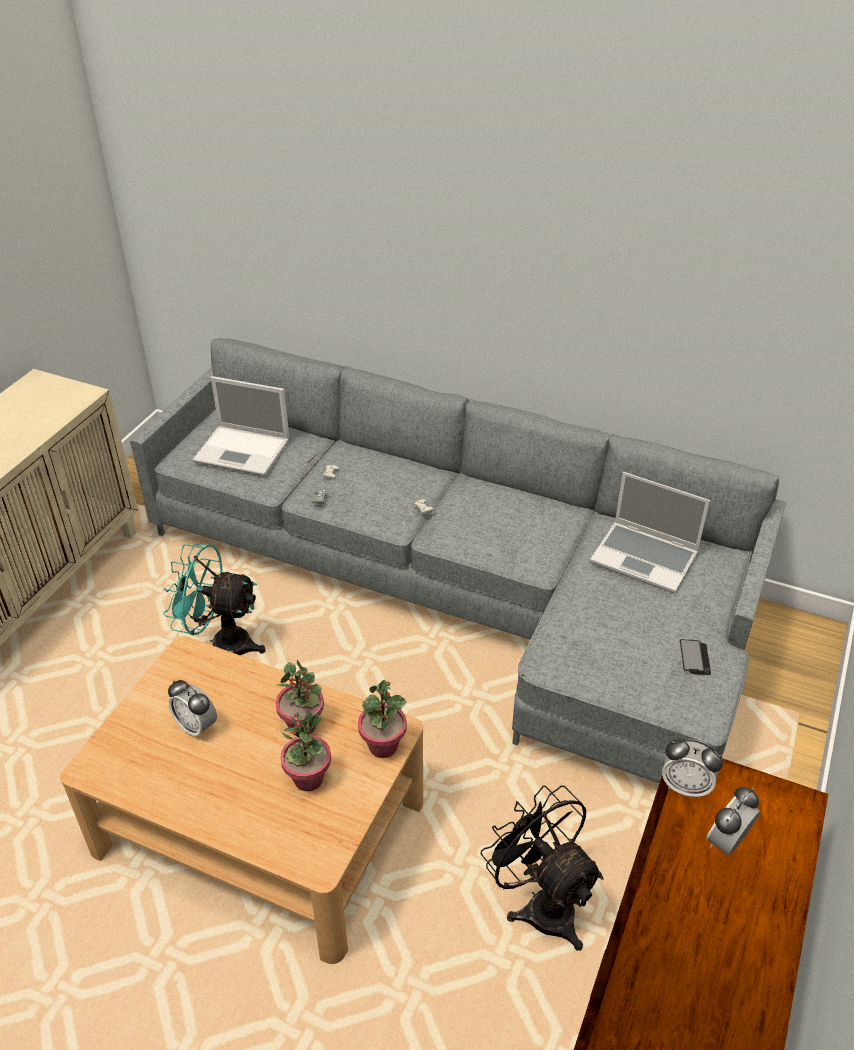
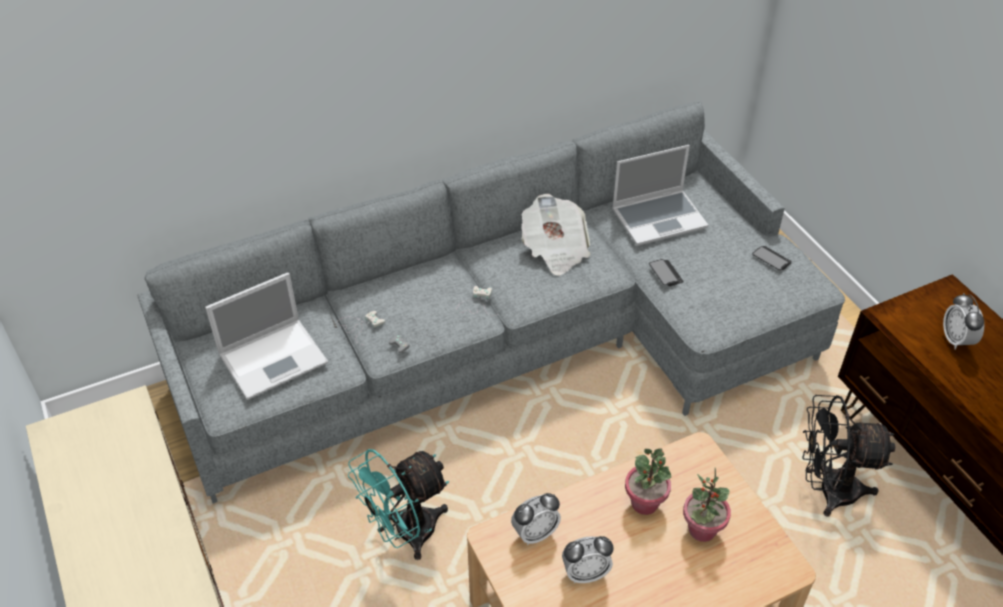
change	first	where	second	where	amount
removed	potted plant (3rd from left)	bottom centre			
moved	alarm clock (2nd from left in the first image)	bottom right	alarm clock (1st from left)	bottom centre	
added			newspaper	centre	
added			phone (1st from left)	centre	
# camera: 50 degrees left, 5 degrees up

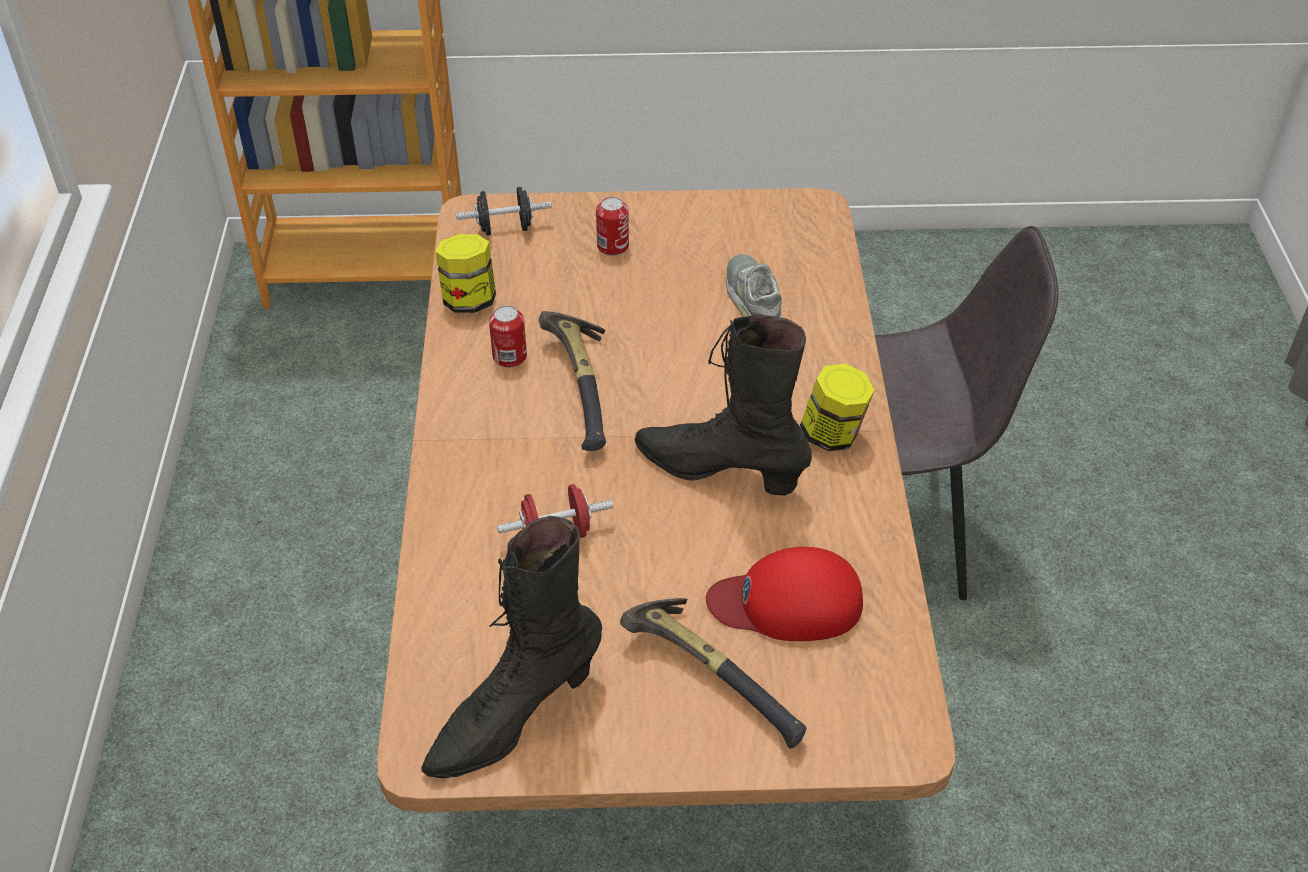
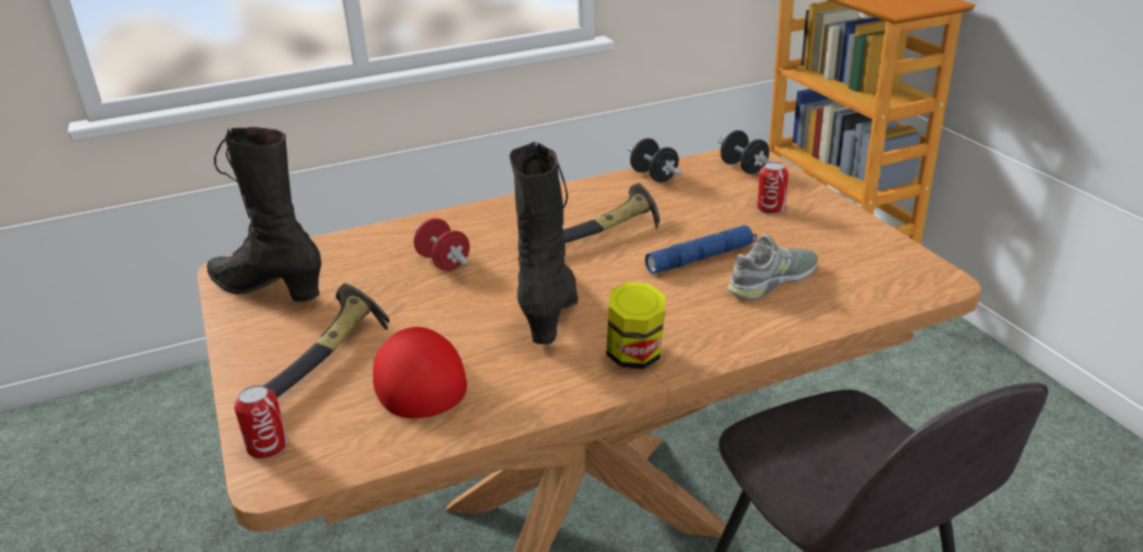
change	first	where	second	where	amount
replaced	jar (1st from left)	top centre	dumbbell (black) (1st from left)	top centre	
moved	can (1st from left)	centre		bottom left	
added			flashlight (blue)	centre	
# camera: 70 degrees right, 15 degrees down

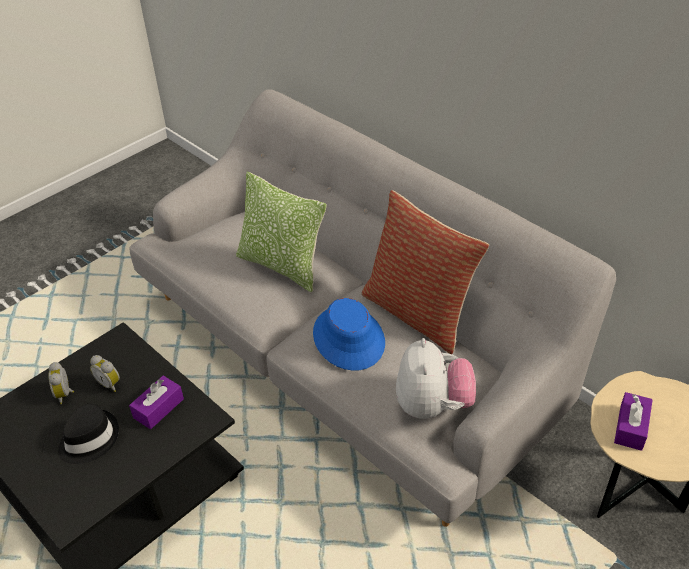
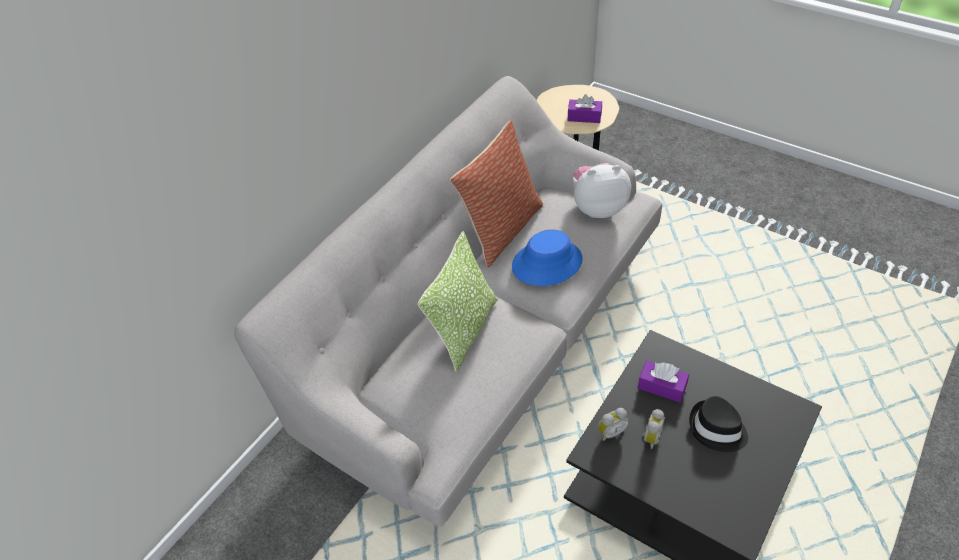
change	first	where	second	where	amount
moved	alarm clock (1st from left)	bottom left		bottom centre	
# camera: 100 degrees left, 5 degrees up

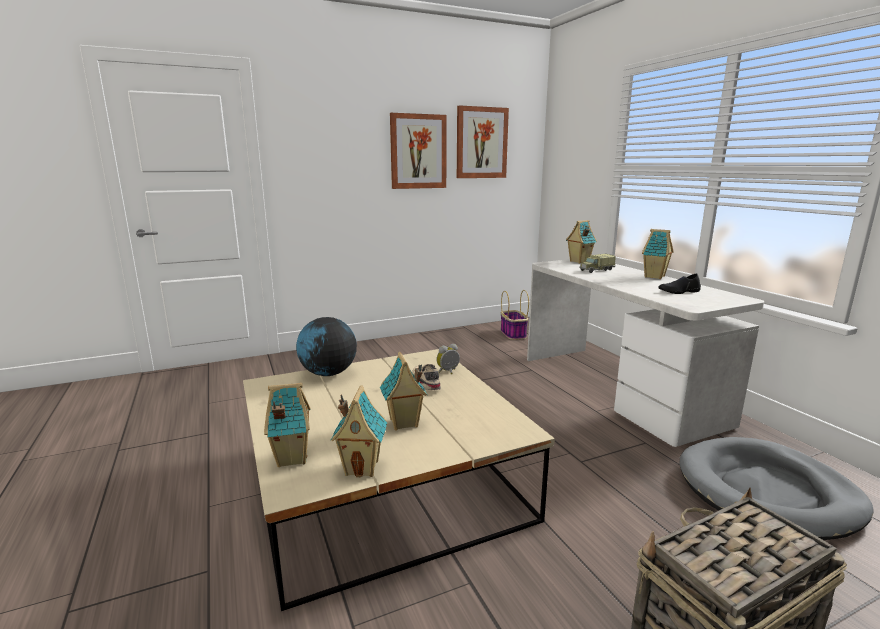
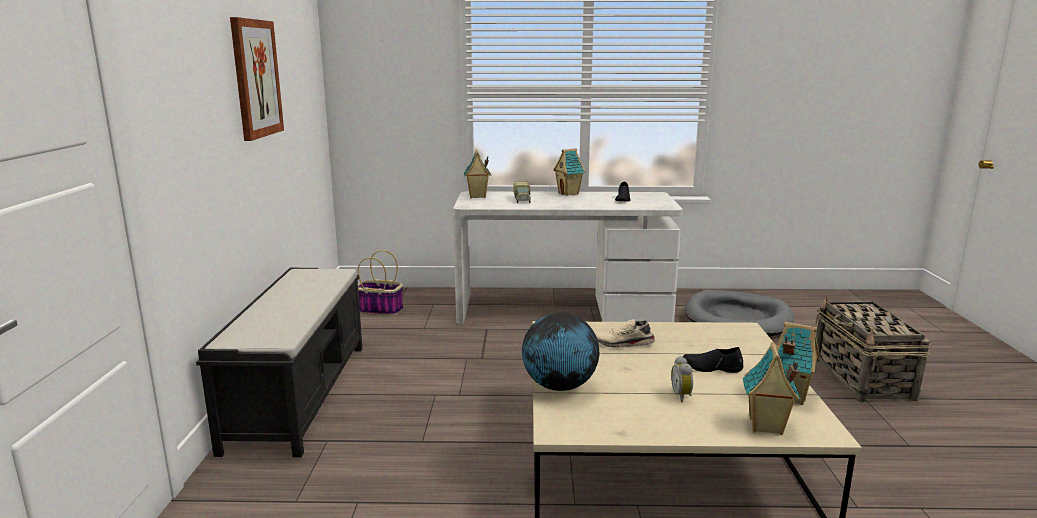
change	first	where	second	where	amount
removed	picture (2nd from left)	top centre			
moved	alarm clock	centre		bottom centre	
replaced	toy house (3rd from left)	centre	shoe (black) (2nd from left)	bottom right	
added			bench (black)	bottom left	
# camera: 65 degrees left, 0 degrees up

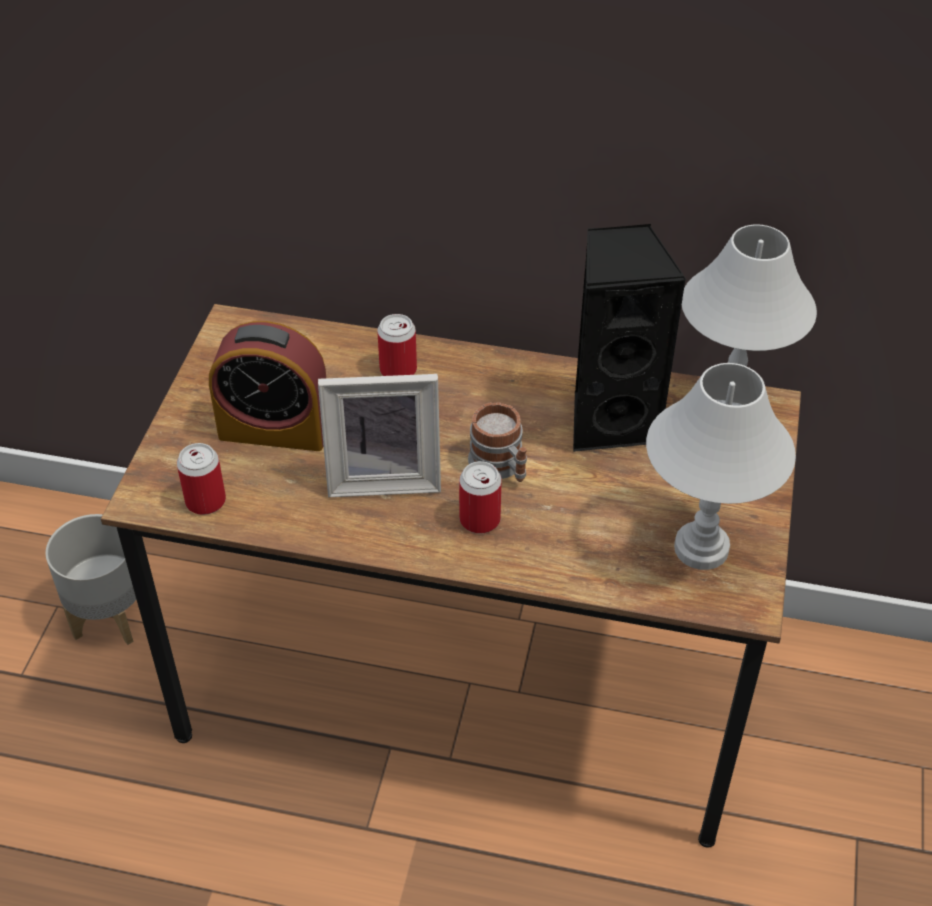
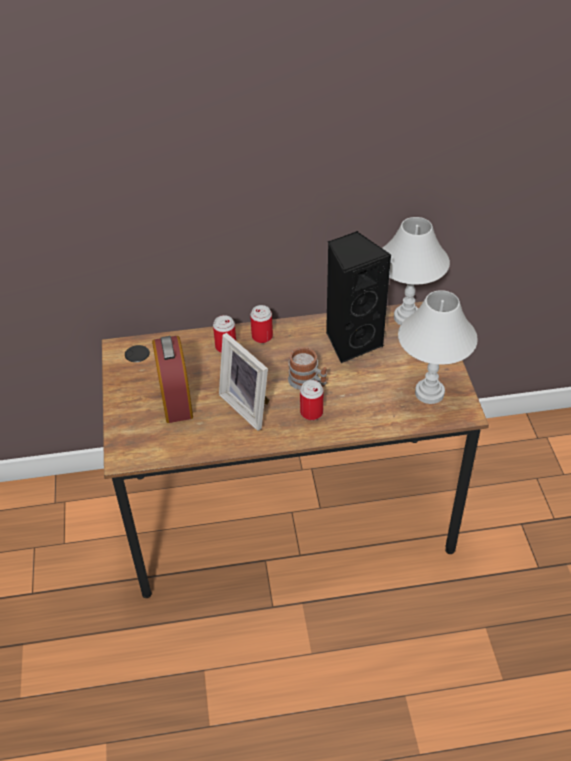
change	first	where	second	where	amount
turned	alarm clock	middle left		middle left	90 degrees clockwise
turned	picture frame	centre		centre	75 degrees clockwise
moved	can (1st from left in the first image)	middle left	can (2nd from left)	centre	
removed	planter (grey)	middle left			
# camera: 20 degrees left, 0 degrees up

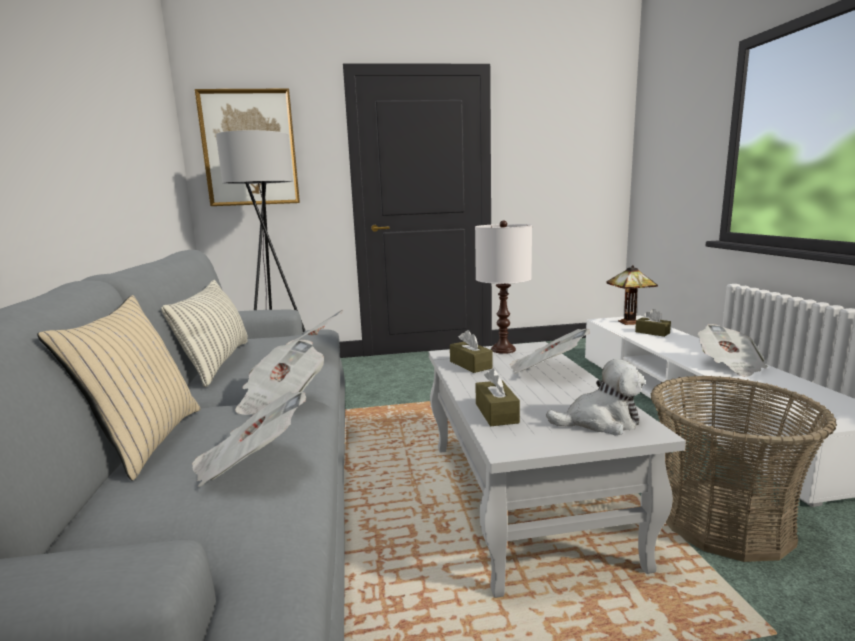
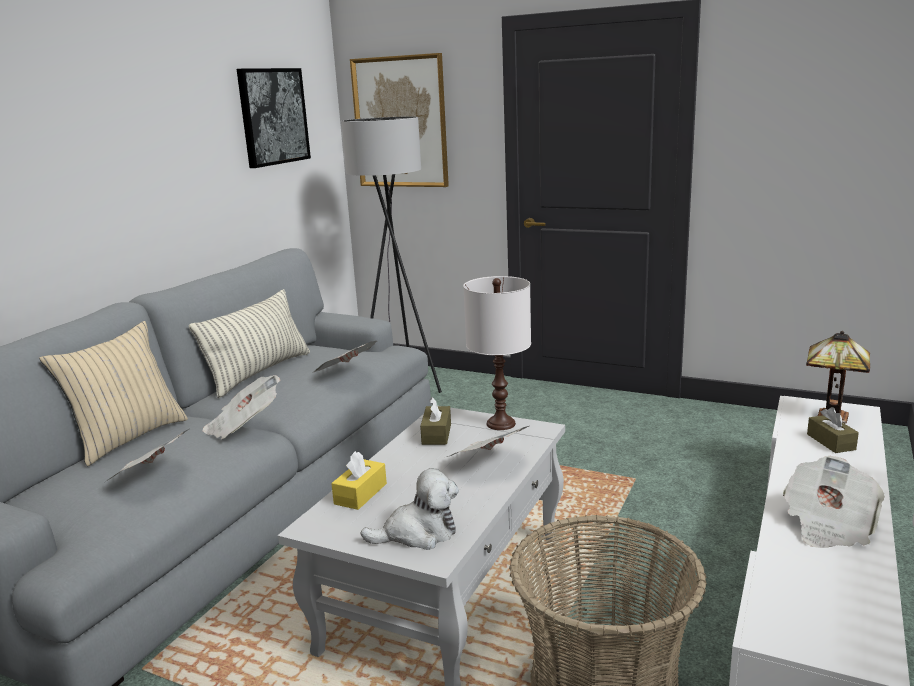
change	first	where	second	where	amount
turned	plush toy	middle right		bottom centre	45 degrees counterclockwise
recoloured	tissue box (brown) (2nd from left)	centre	tissue box (yellow)	bottom centre	
added			picture (1st from left)	top left	
# camera: 35 degrees right, 5 degrees up

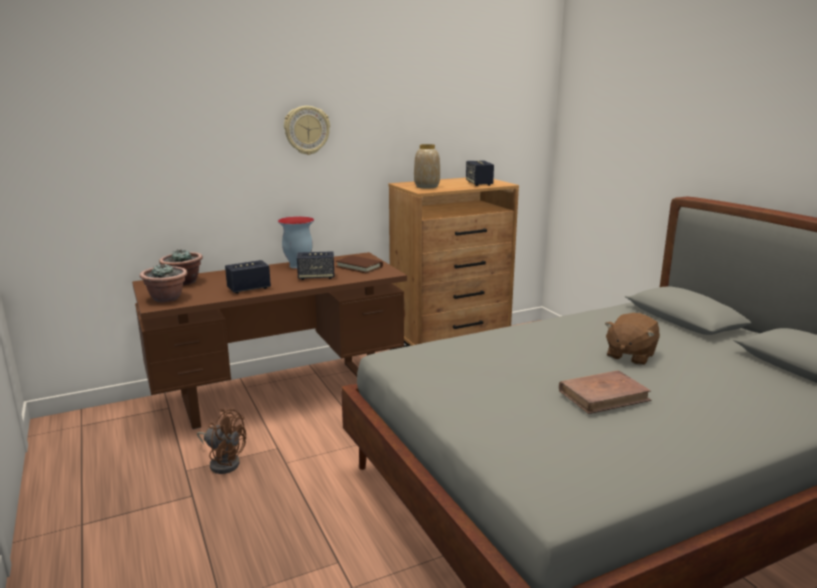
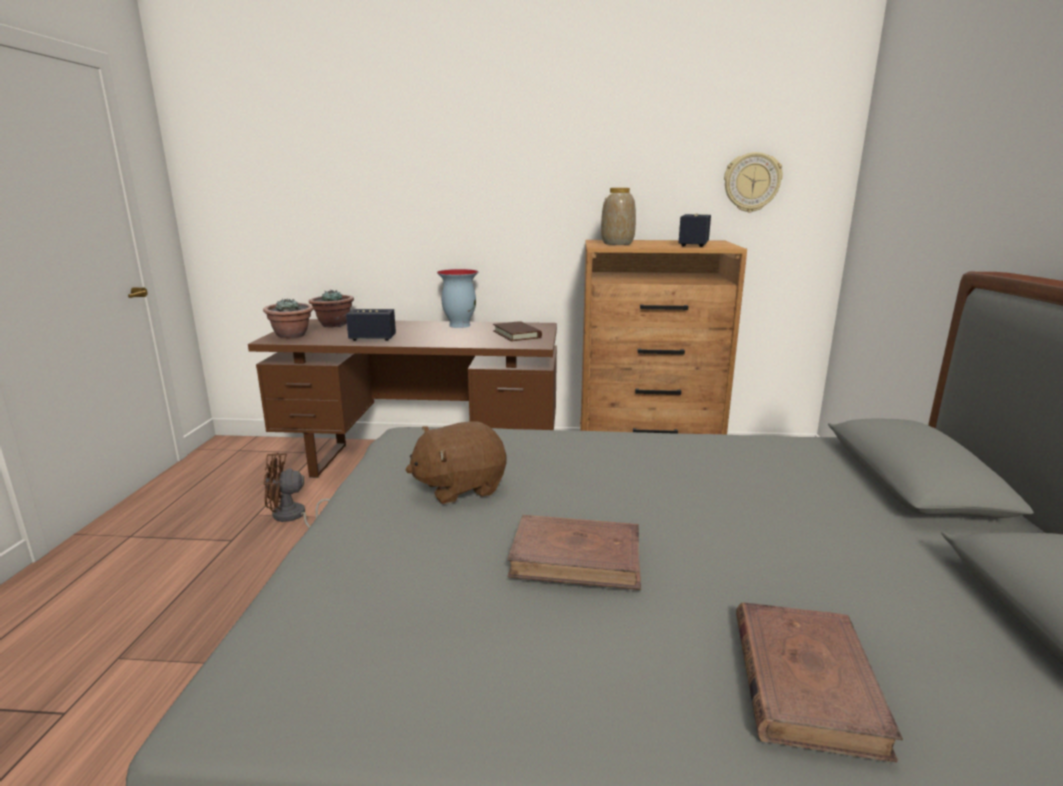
change	first	where	second	where	amount
moved	wall clock	top centre		top right	
removed	speaker (2nd from left)	centre			
moved	plush toy (brown)	middle right		centre	
turned	fan (brown)	bottom left		middle left	120 degrees clockwise
added			book (brown) (3rd from left)	bottom right	
# camera: 30 degrees right, 0 degrees up

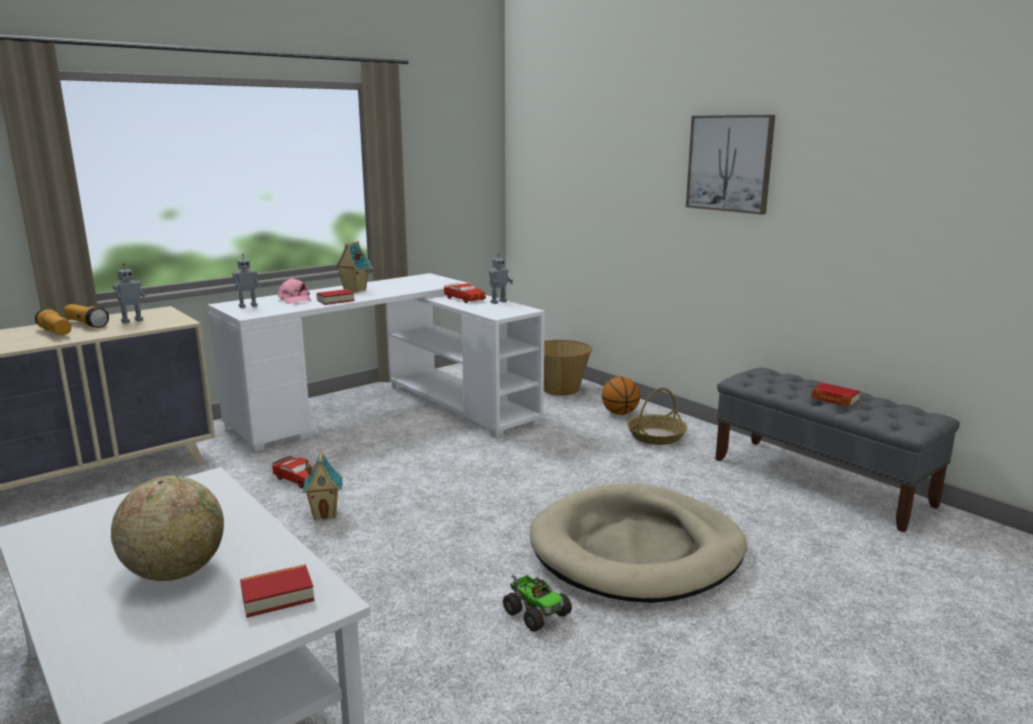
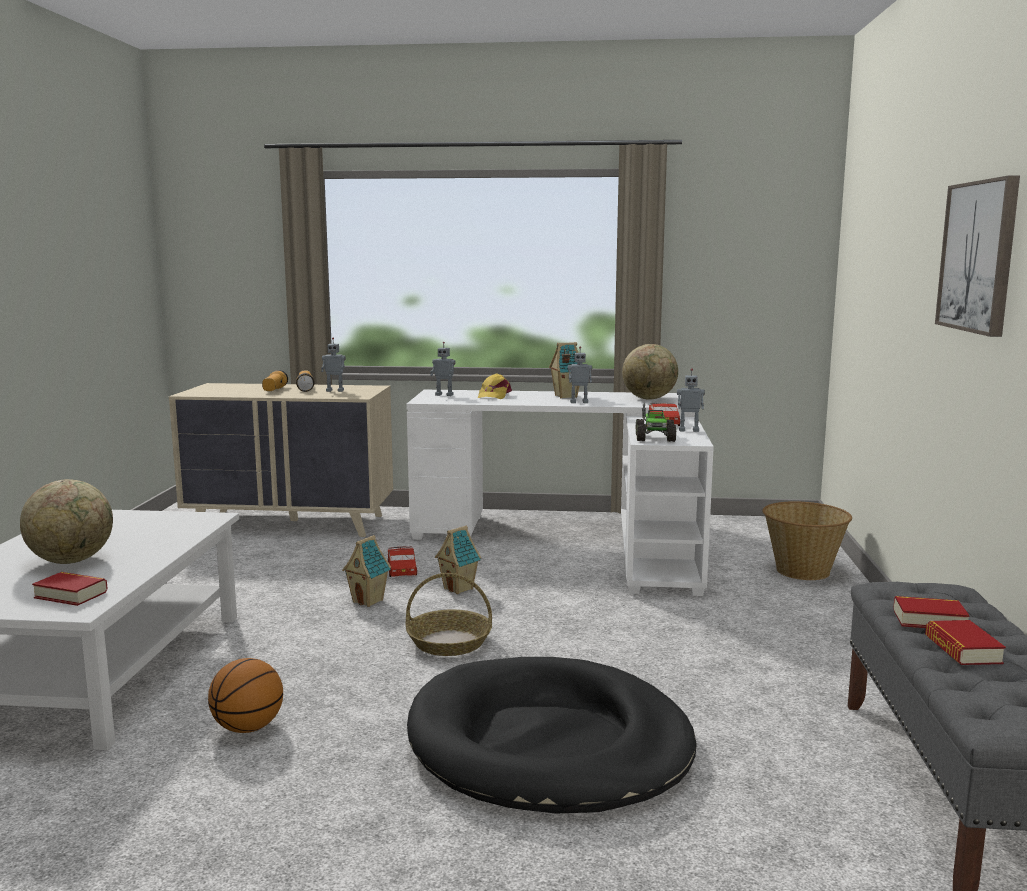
change	first	where	second	where	amount
recoloured	cap (pink)	middle left	cap (yellow)	centre	
moved	book (2nd from left)	middle left		bottom right	
moved	basketball	centre		bottom left	
moved	basket (2nd from left in the first image)	centre	basket (1st from left)	bottom centre	
recoloured	dog bed (beige)	bottom centre	dog bed (black)	bottom centre	
moved	toy truck	bottom centre		centre	
added			globe (2nd from left)	centre	
added			toy robot (3rd from left)	centre	
added			toy house (2nd from left)	centre	
# camera: 45 degrees right, 5 degrees down

